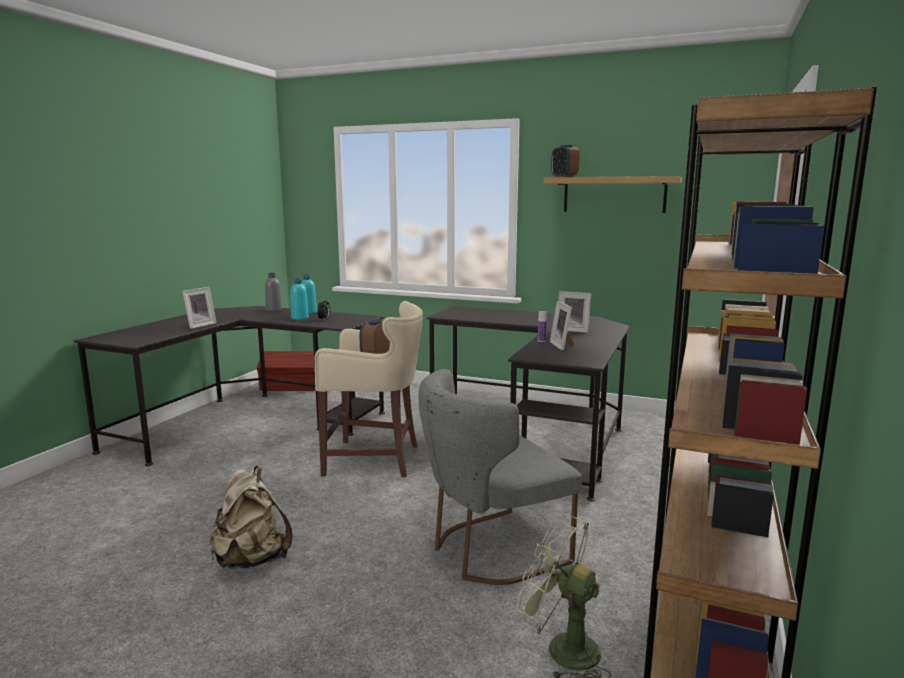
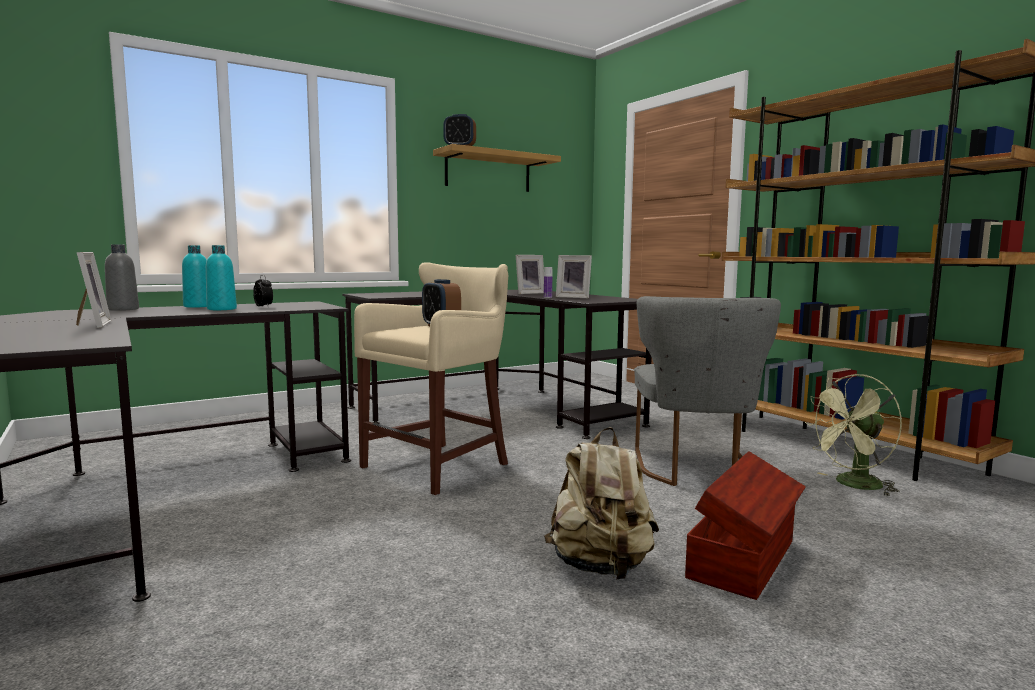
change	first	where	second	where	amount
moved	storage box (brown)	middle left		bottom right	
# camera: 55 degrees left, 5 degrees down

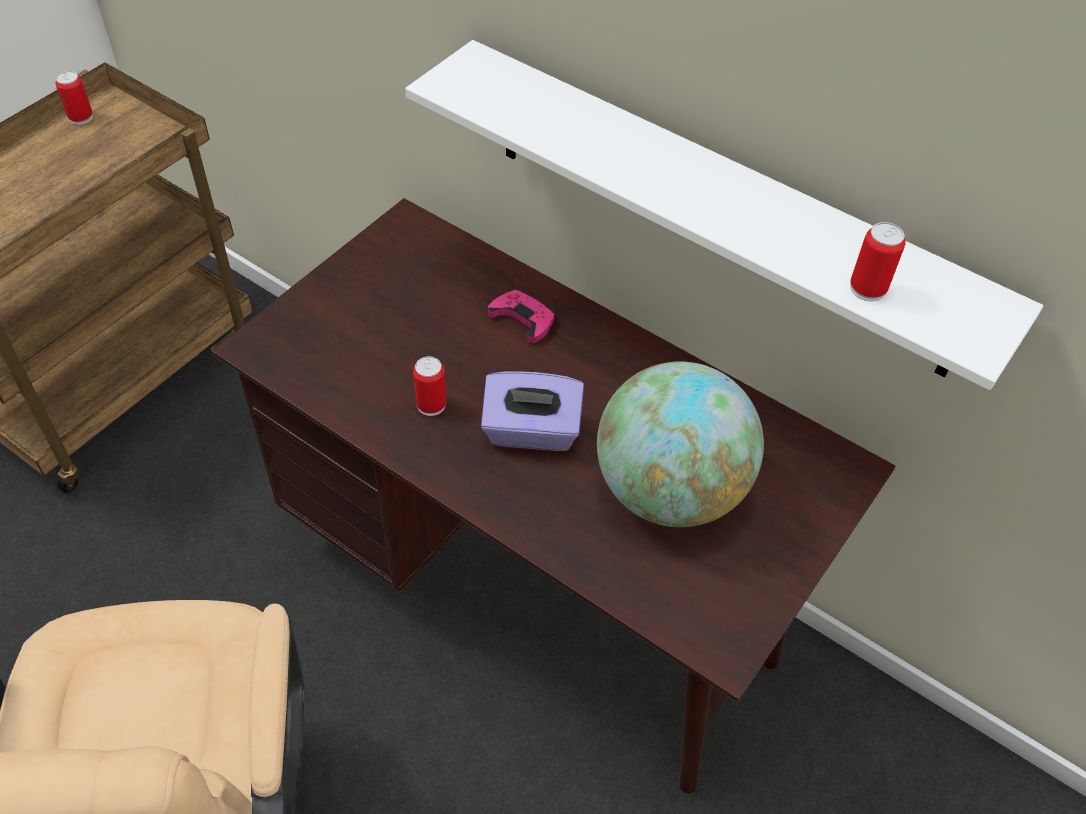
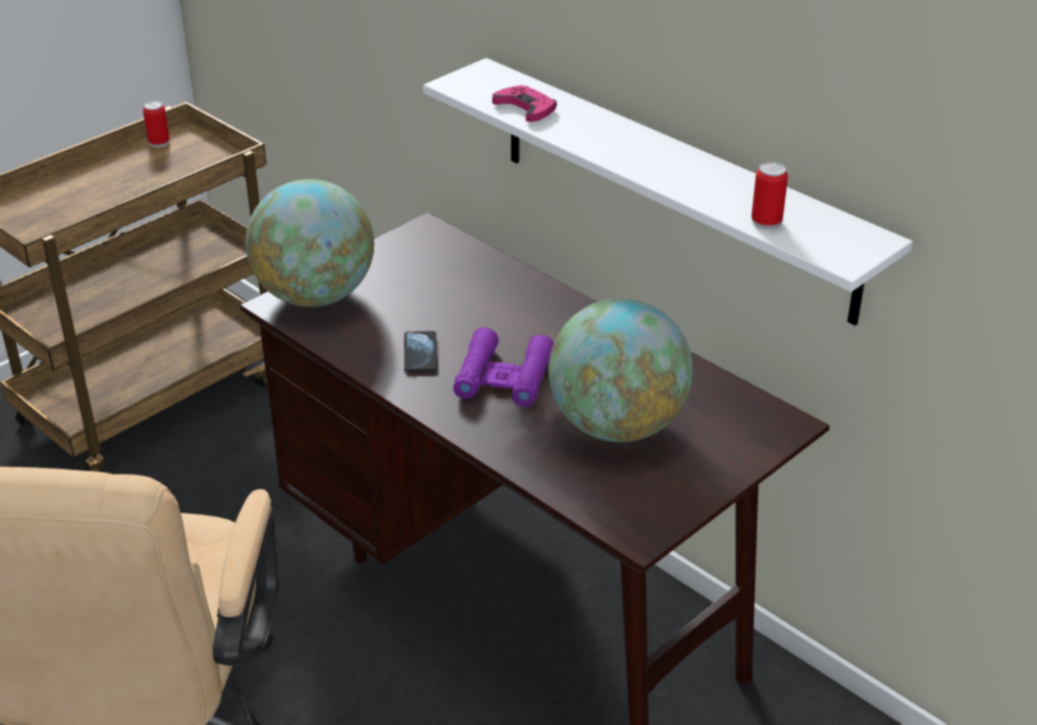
change	first	where	second	where	amount
moved	game controller (pink)	centre		top centre	
replaced	can (2nd from left)	centre	phone	centre	
replaced	tissue box (purple)	centre	binoculars (purple)	centre	
added			globe (1st from left)	middle left	
# camera: 10 degrees right, 15 degrees down

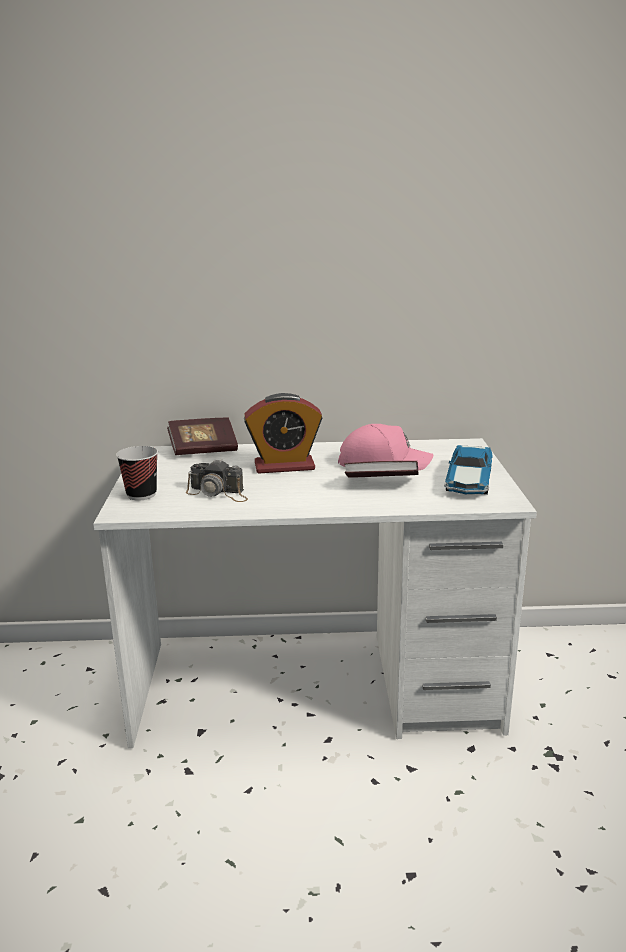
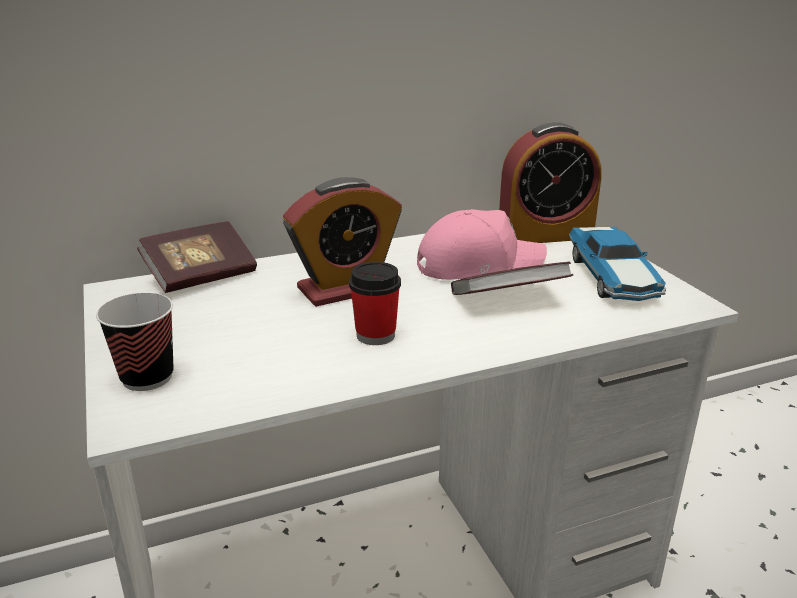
change	first	where	second	where	amount
removed	photo camera	centre			
added			alarm clock (2nd from left)	top right	
added			cup (2nd from left)	centre	
# camera: 20 degrees left, 5 degrees up

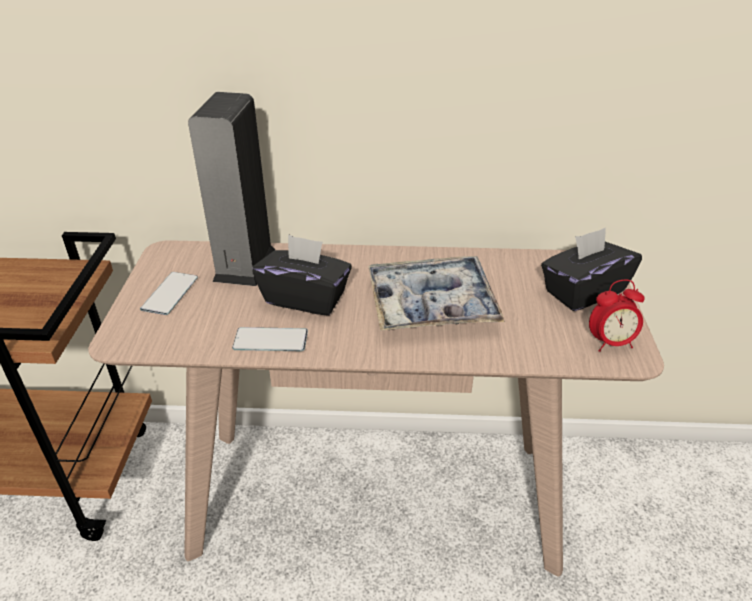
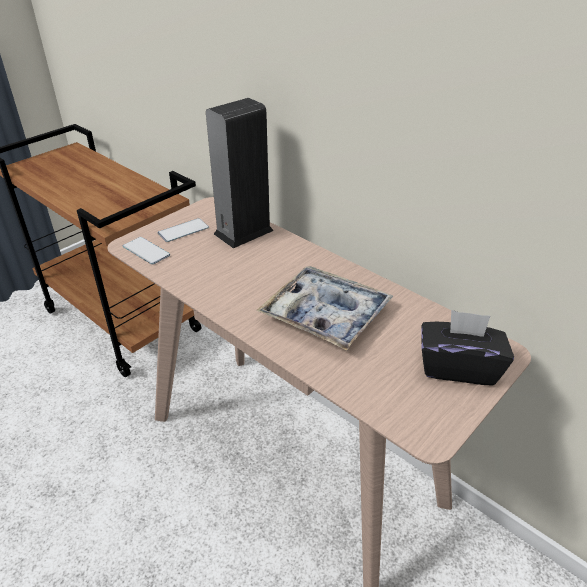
change	first	where	second	where	amount
removed	tissue box (black) (1st from left)	centre			
removed	alarm clock	middle right			
moved	phone (2nd from left in the first image)	centre	phone (1st from left)	middle left	
# camera: 40 degrees right, 0 degrees up

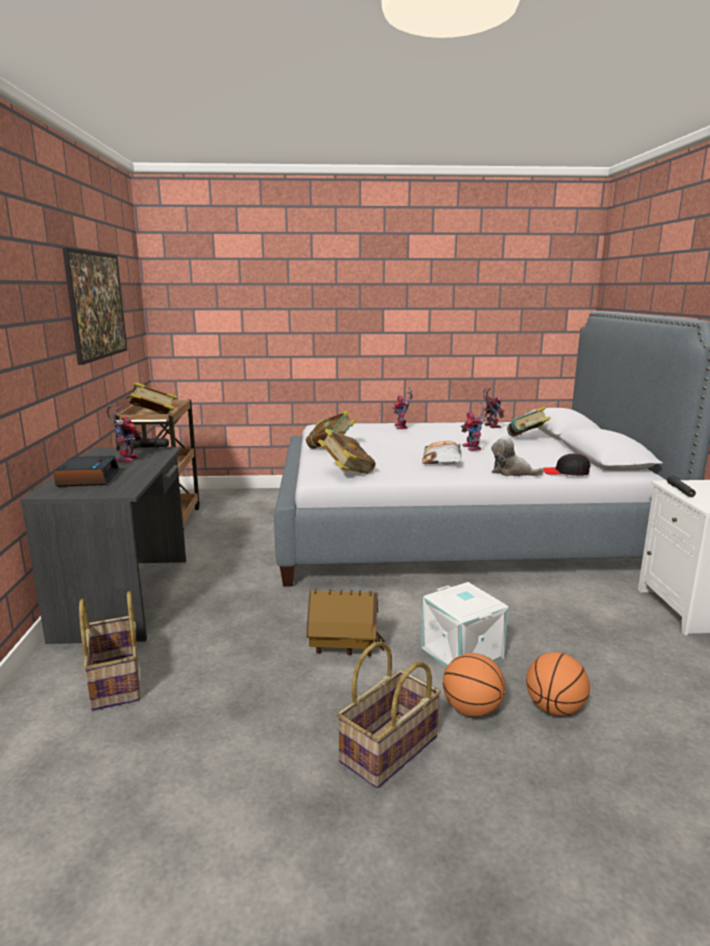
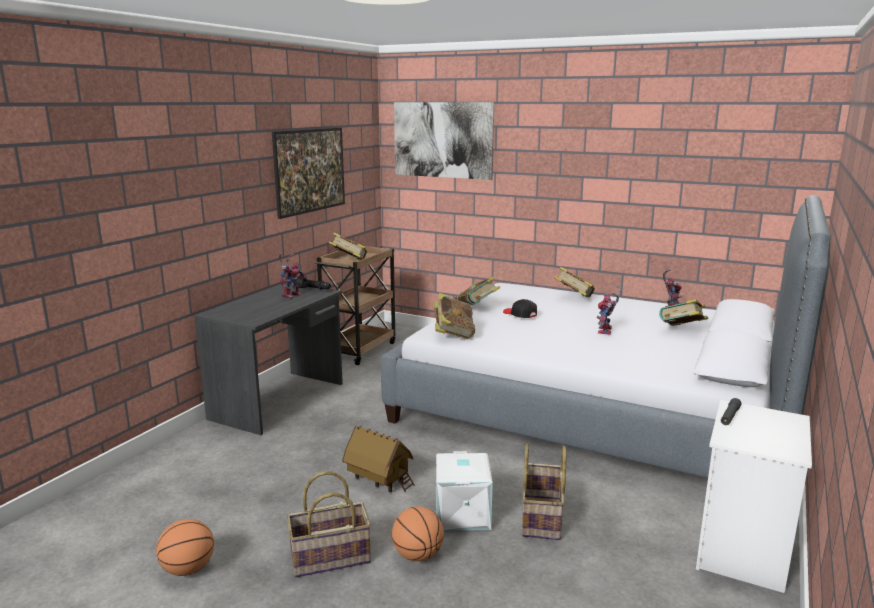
change	first	where	second	where	amount
replaced	toy robot (2nd from left)	centre	book (4th from left)	centre	
removed	plush toy	middle right			
removed	pillow	centre			
moved	cap (black)	middle right		centre	
removed	alarm clock	middle left			
moved	basket (1st from left in the first image)	bottom left	basket (2nd from left)	bottom centre	
moved	basketball (2nd from left in the first image)	bottom right	basketball (1st from left)	bottom left	
added			picture (2nd from left)	top centre	
# camera: 30 degrees right, 0 degrees up

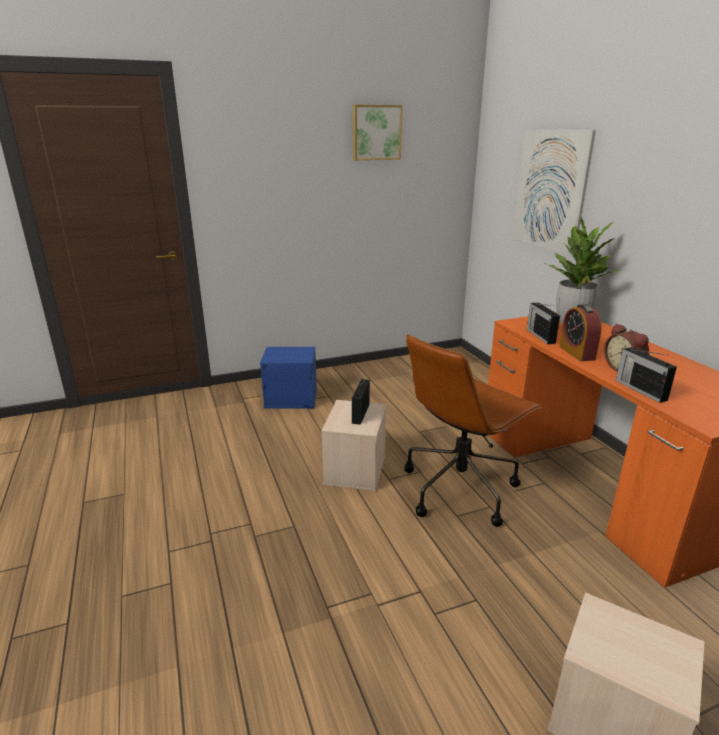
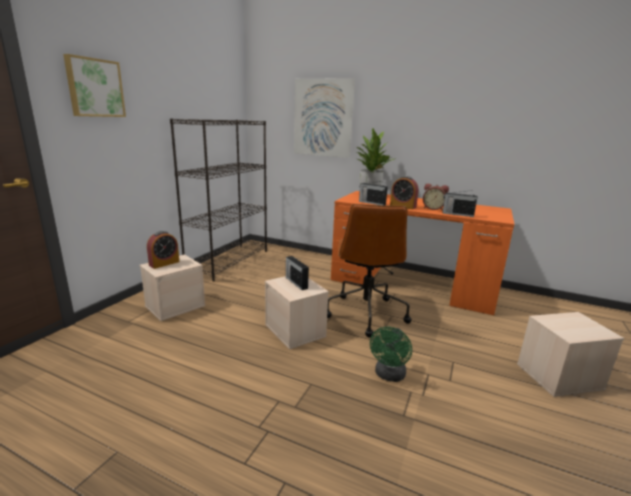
change	first	where	second	where	amount
moved	picture (1st from left)	top centre		top left	
recoloured	storage box (blue)	centre	storage box (beige) (1st from left)	middle left	
added			bookcase (black)	centre	
added			alarm clock (1st from left)	middle left	
added			fan (green)	bottom centre	
# camera: 45 degrees left, 5 degrees down

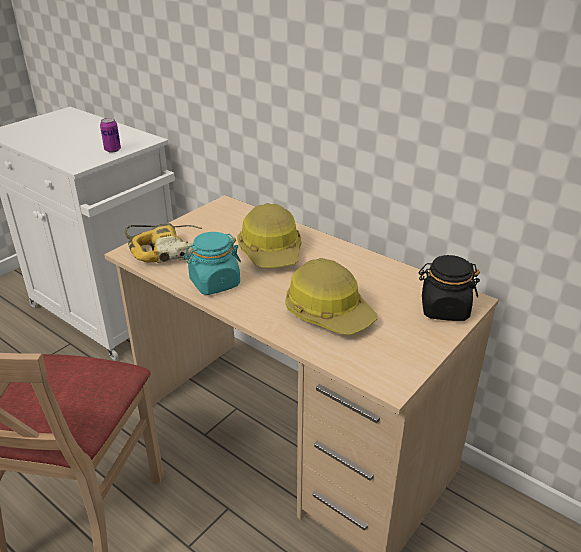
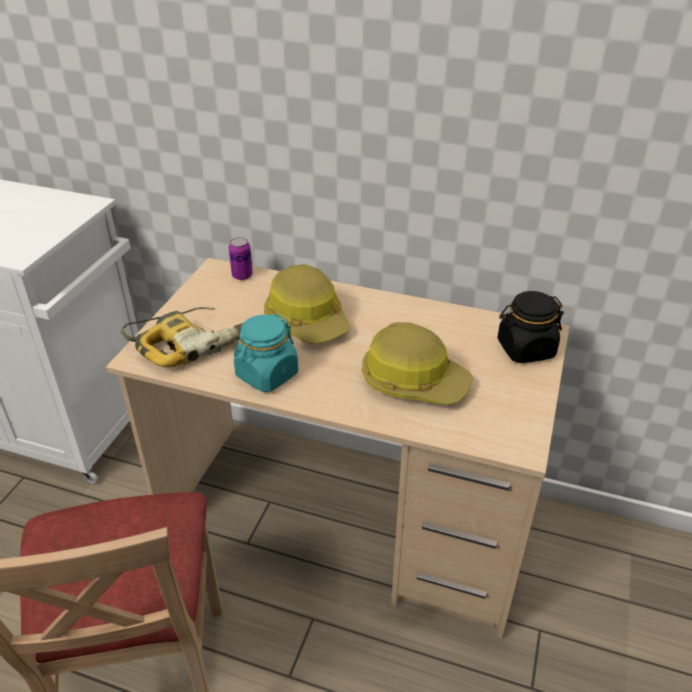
change	first	where	second	where	amount
moved	can	top left		centre	
# camera: 20 degrees left, 5 degrees up

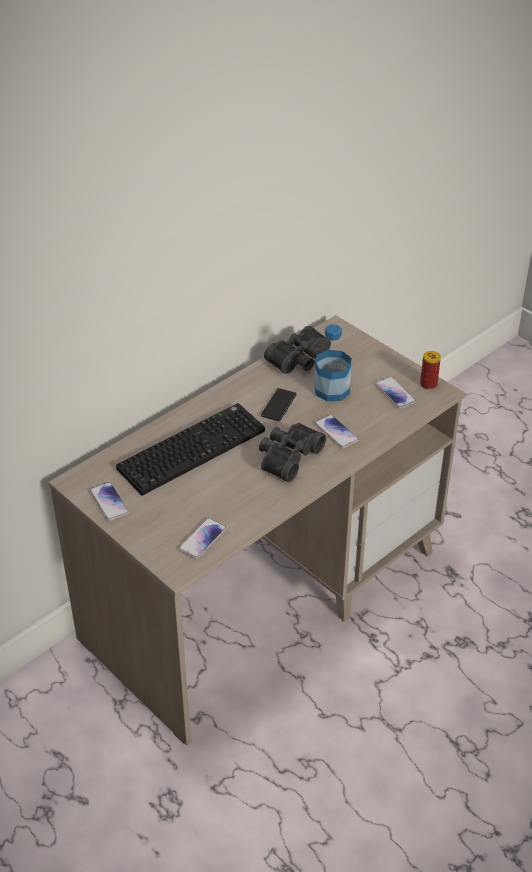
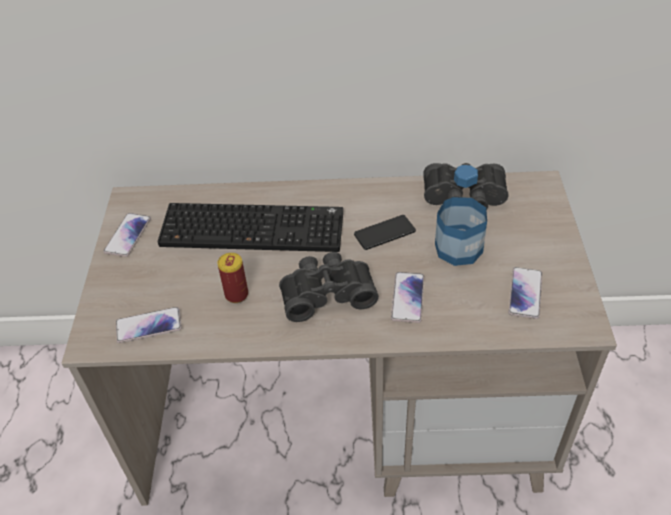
change	first	where	second	where	amount
moved	can	middle right		centre	
# camera: 45 degrees right, 5 degrees up

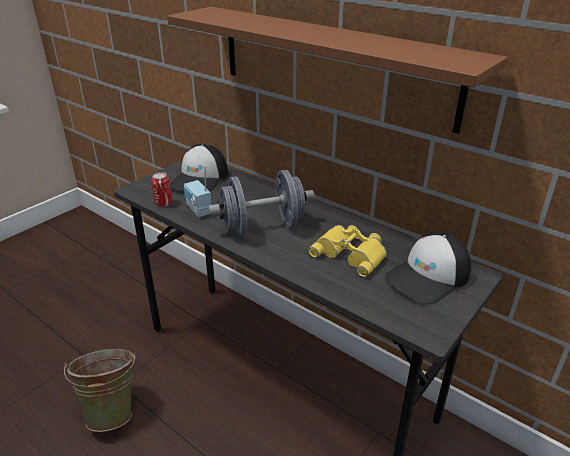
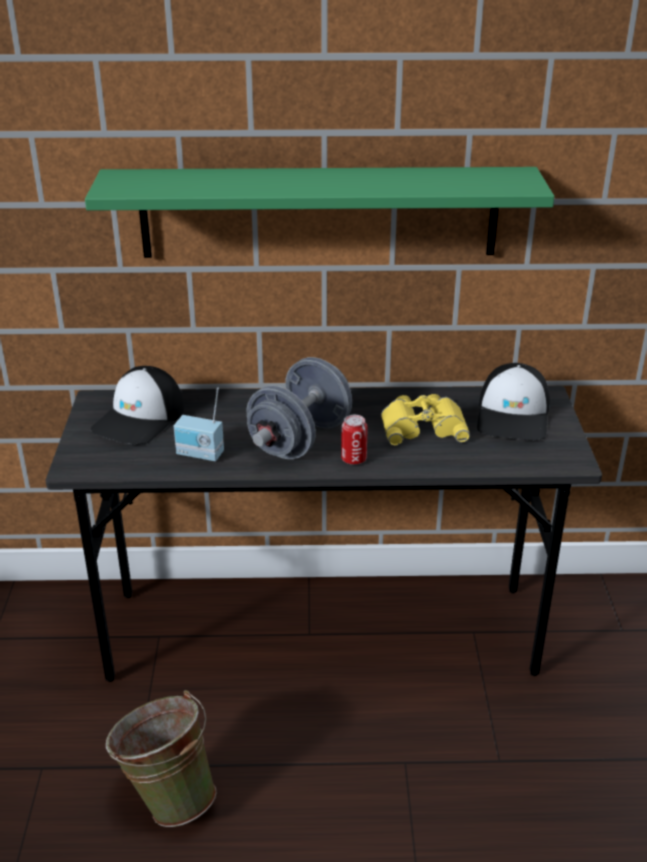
change	first	where	second	where	amount
recoloured	shelf (brown)	top centre	shelf (green)	top centre	
turned	cap (1st from left)	centre		middle left	45 degrees clockwise
moved	can	middle left		centre	
# camera: 40 degrees left, 0 degrees up

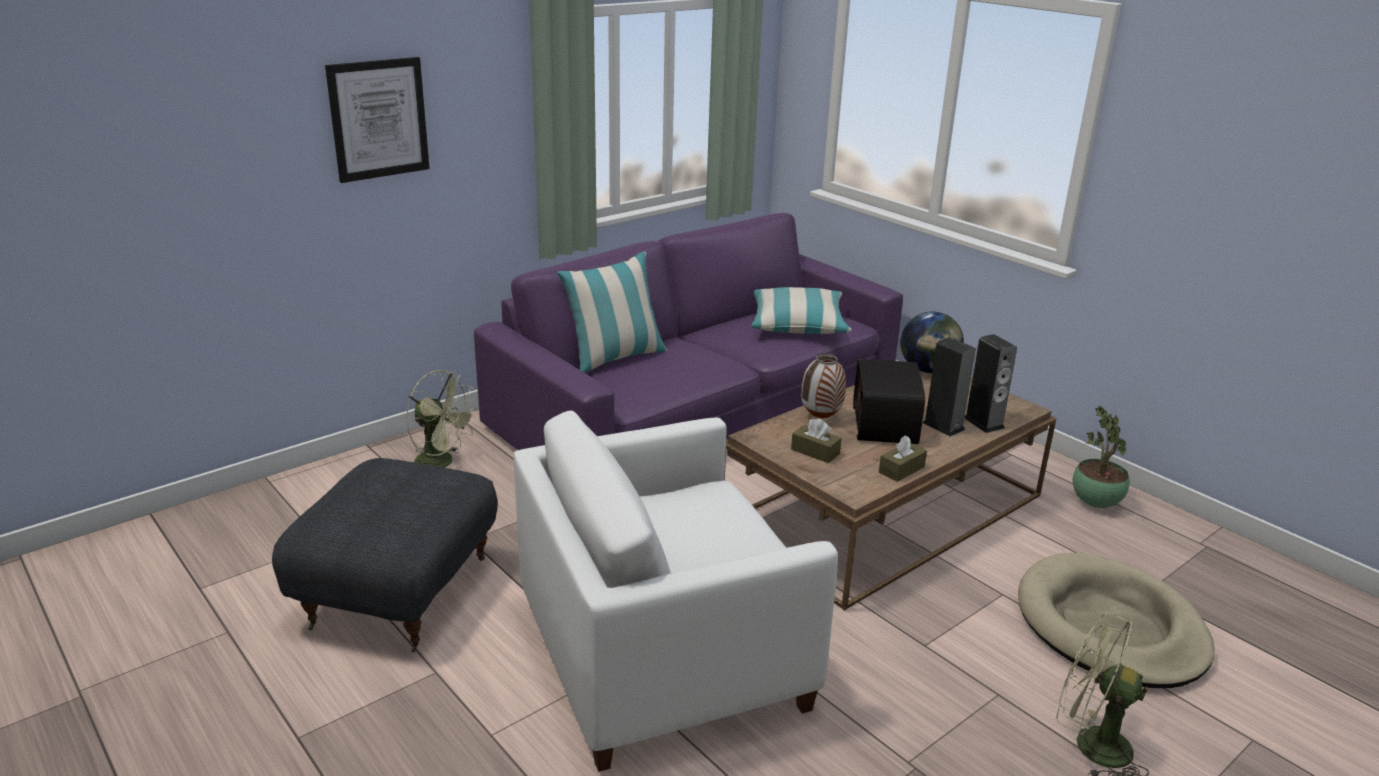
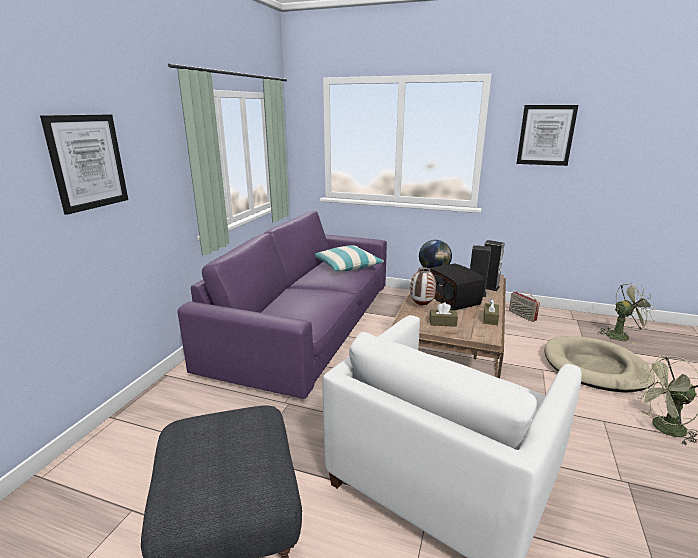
change	first	where	second	where	amount
removed	pillow (1st from left)	centre			
moved	fan (green) (1st from left)	middle left		middle right	
replaced	potted plant	middle right	radio (2nd from left)	middle right	
added			picture (2nd from left)	top right	
# camera: 30 degrees left, 5 degrees down

